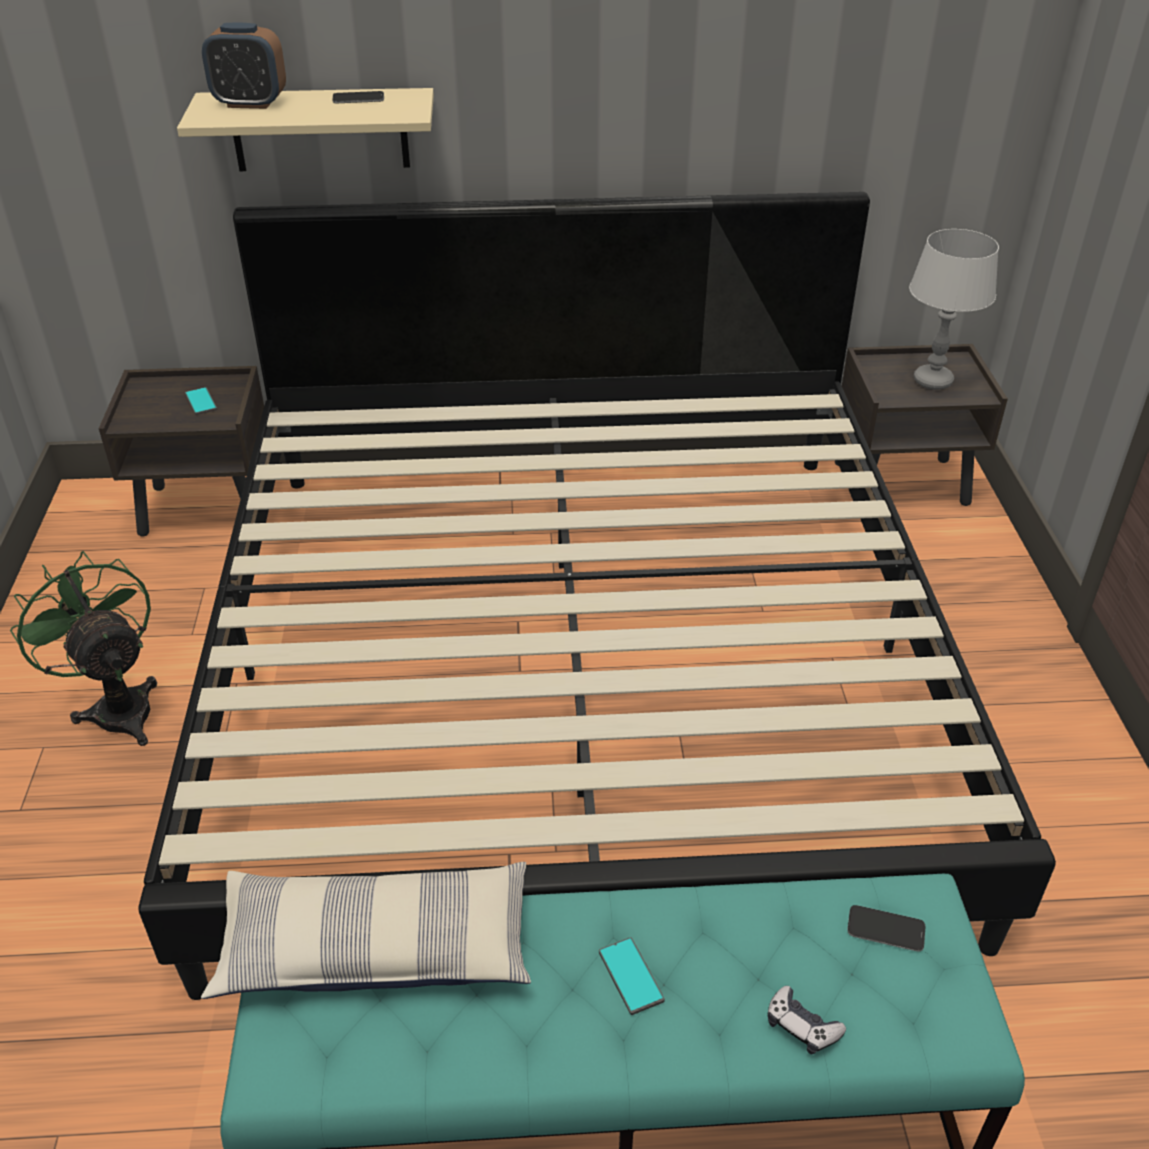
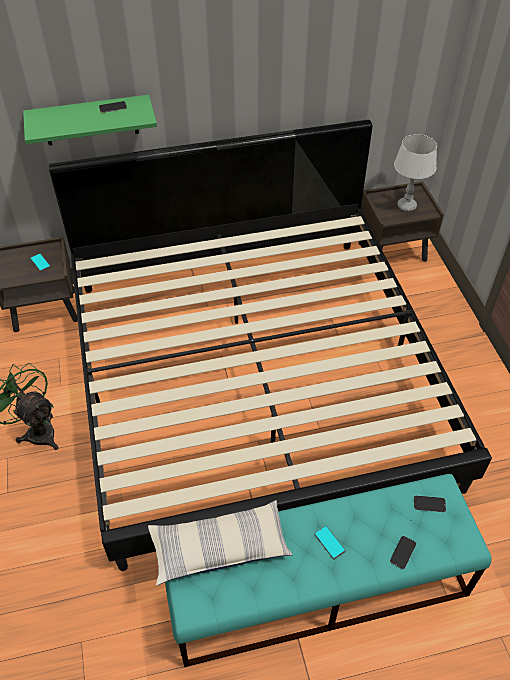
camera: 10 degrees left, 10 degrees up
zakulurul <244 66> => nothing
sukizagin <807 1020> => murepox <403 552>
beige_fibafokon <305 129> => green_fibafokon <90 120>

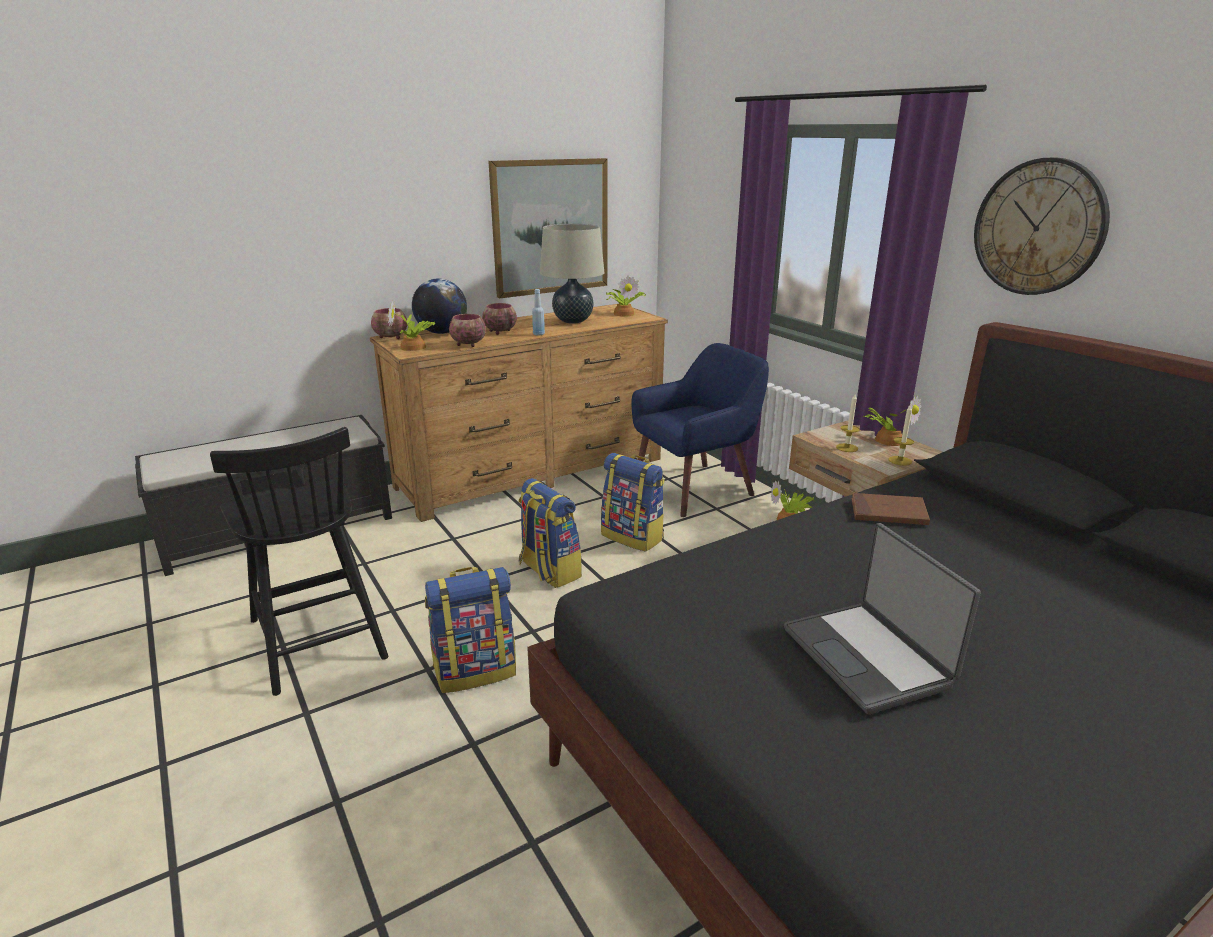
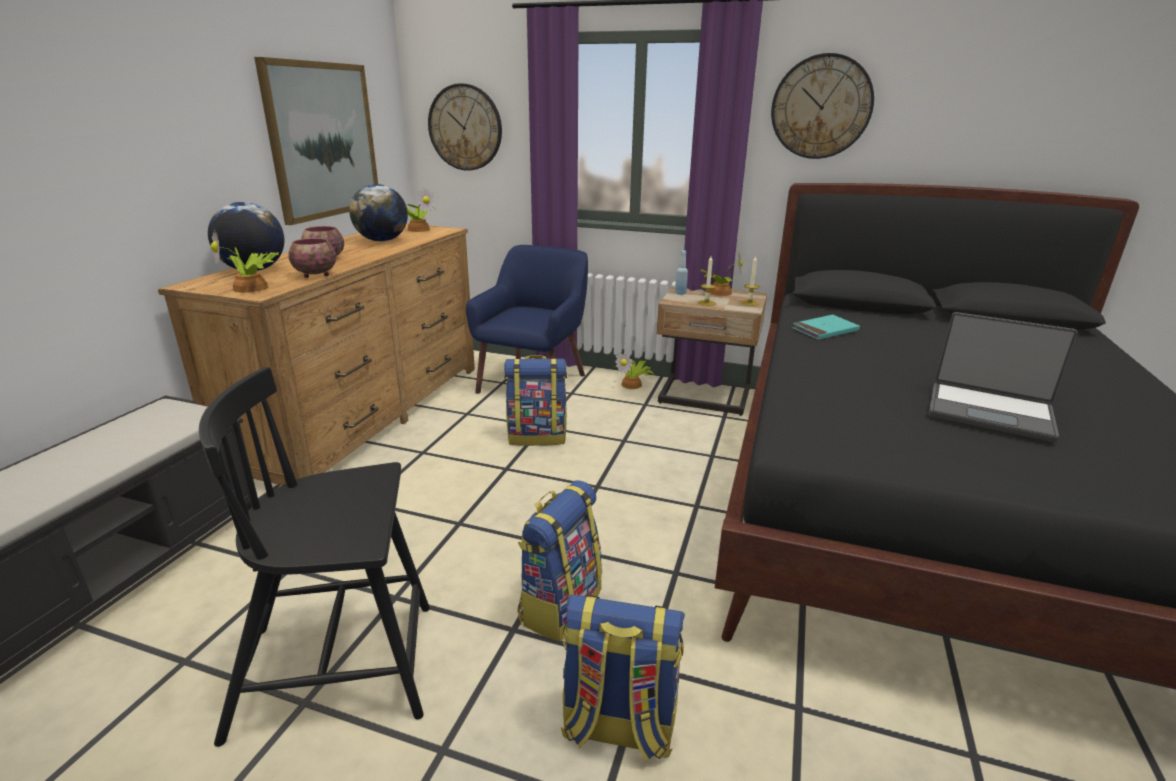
camera: 40 degrees left, 0 degrees up
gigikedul <389 323> => nothing
nothing => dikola <465 127>
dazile <550 533> => dazile <623 678>, move
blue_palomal <538 312> => blue_palomal <681 272>, move
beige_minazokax <572 274> => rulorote <378 213>
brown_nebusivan <891 509> => turquoise_nebusivan <826 327>
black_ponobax <299 561> => black_ponobax <314 557>, 150 degrees clockwise

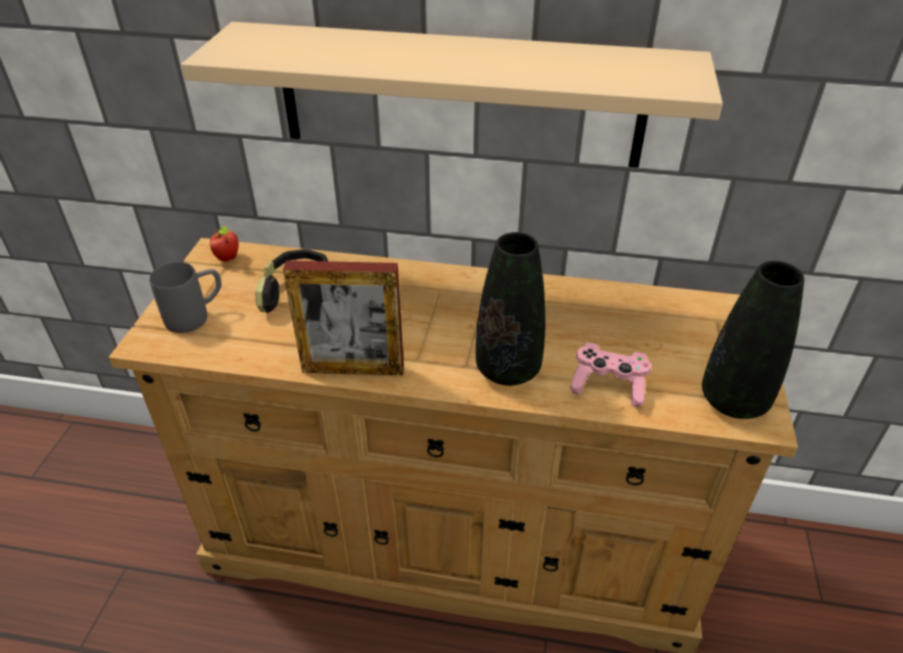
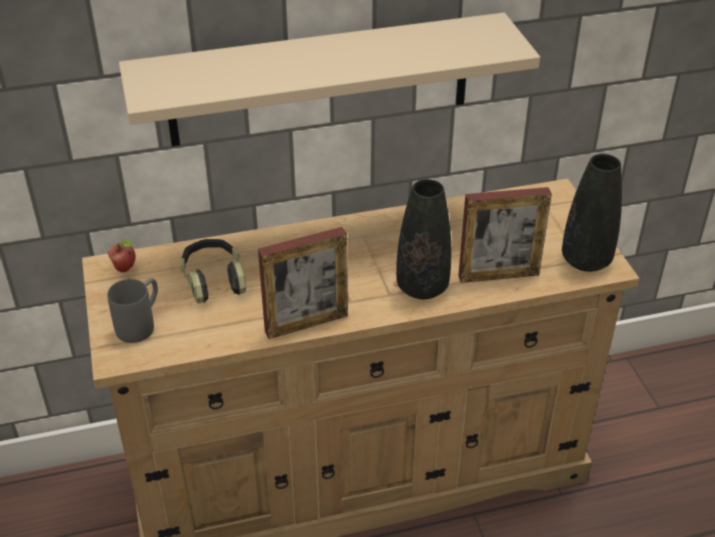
camera: 25 degrees left, 0 degrees up
pink_sukizagin <611 374> => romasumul <505 235>

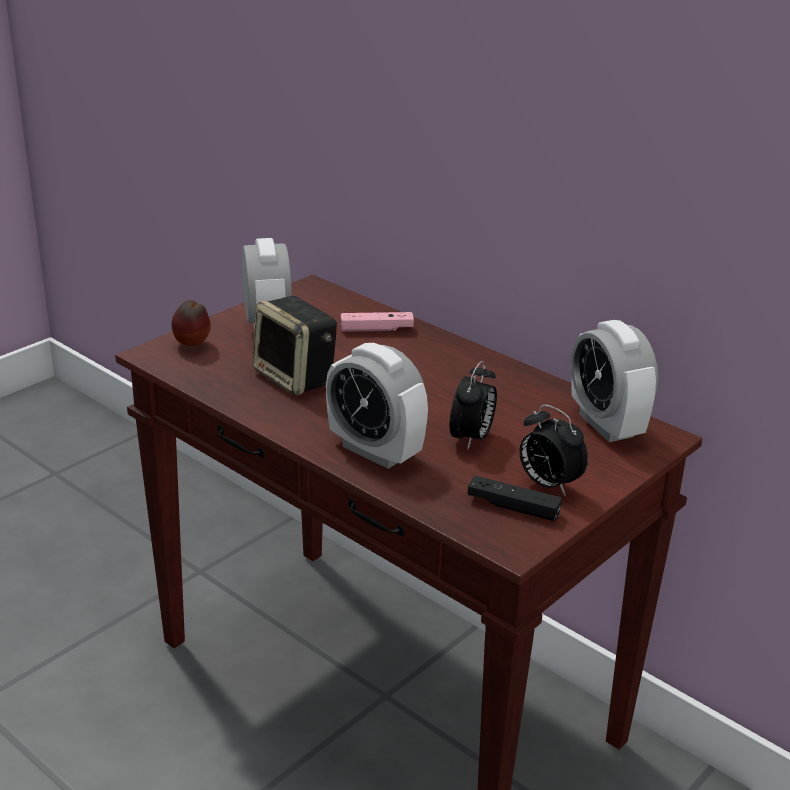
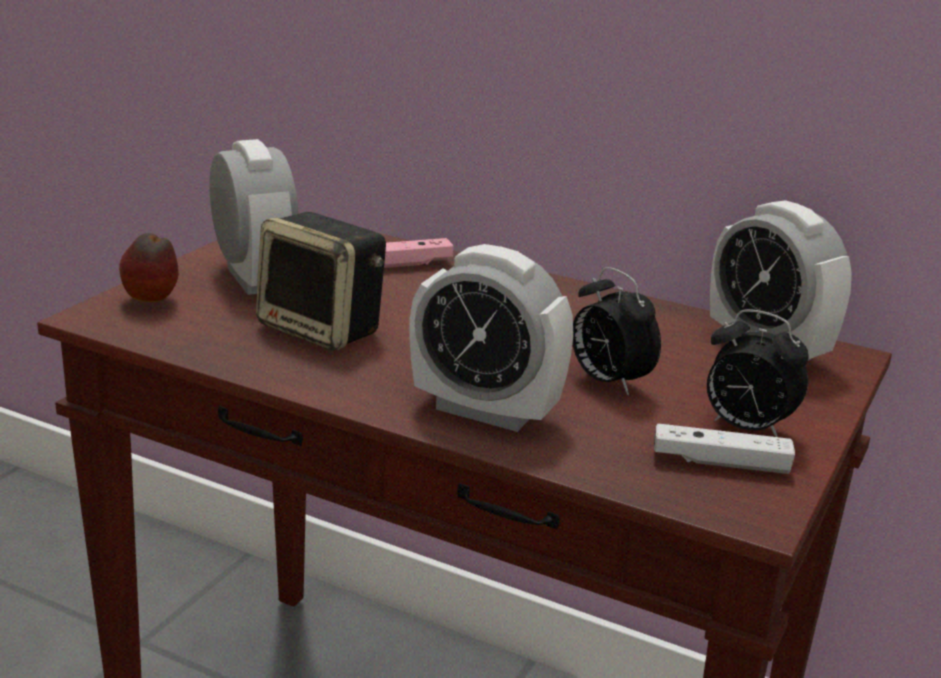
camera: 15 degrees left, 5 degrees down
black_sukizagin <514 498> => white_sukizagin <724 449>
zakulurul <473 405> => zakulurul <617 331>, 135 degrees clockwise

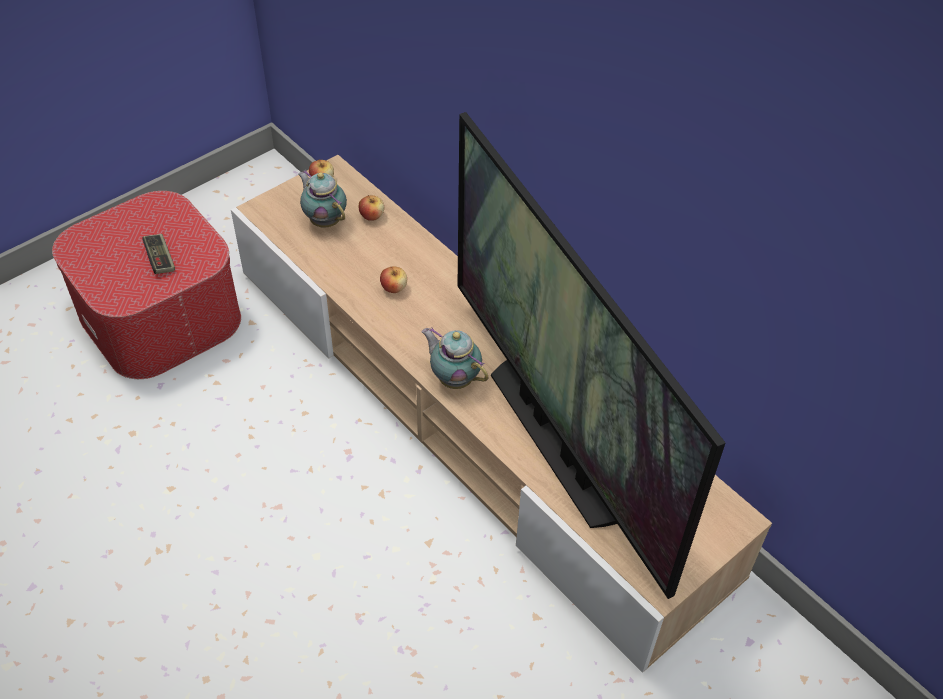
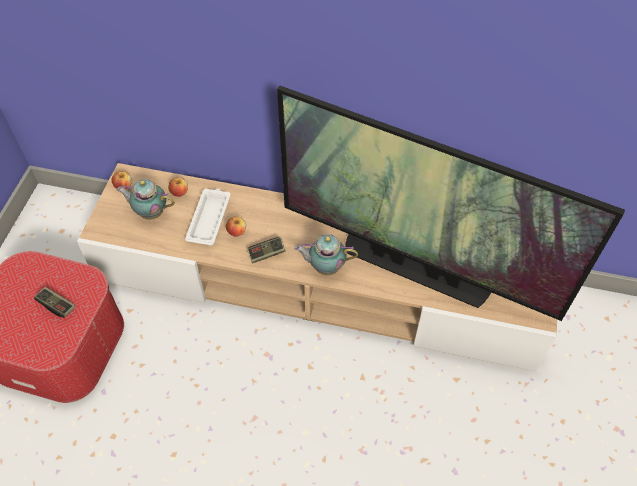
camera: 35 degrees left, 5 degrees up
nothing => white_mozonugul <208 217>
nothing => sukizagin <266 250>

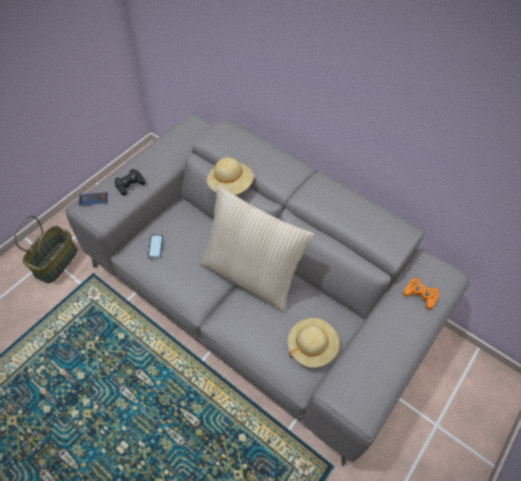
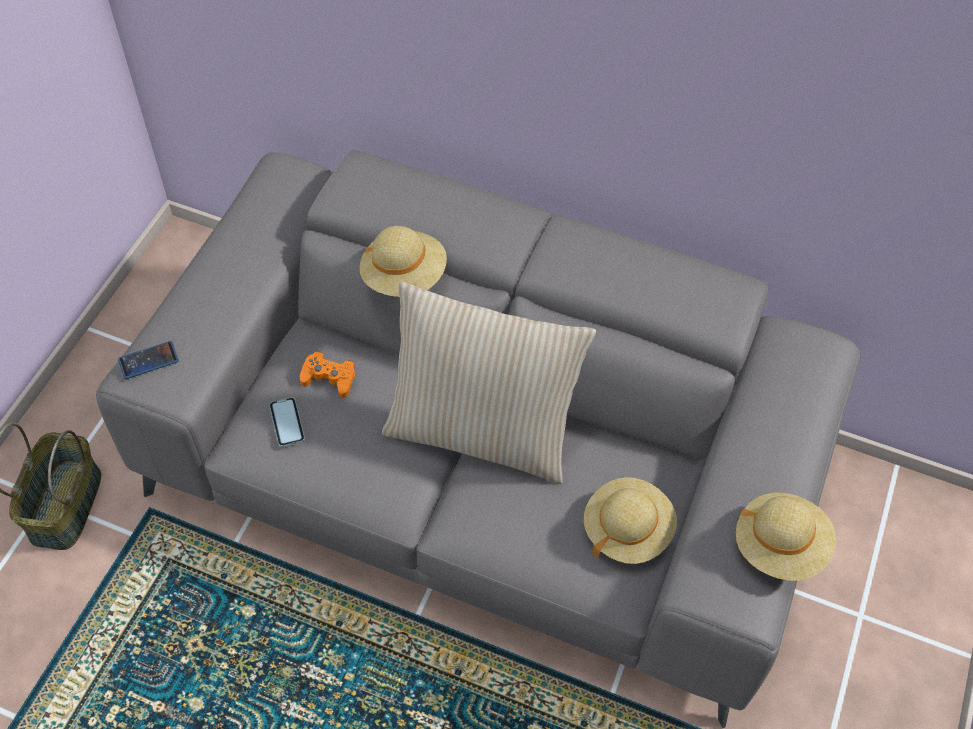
camera: 15 degrees left, 0 degrees up
black_sukizagin <129 182> => nothing
nothing => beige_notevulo <786 537>
orange_sukizagin <421 294> => orange_sukizagin <327 374>, move

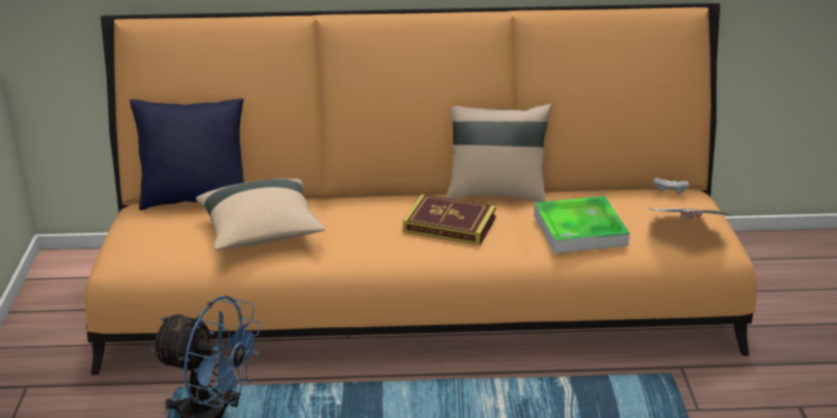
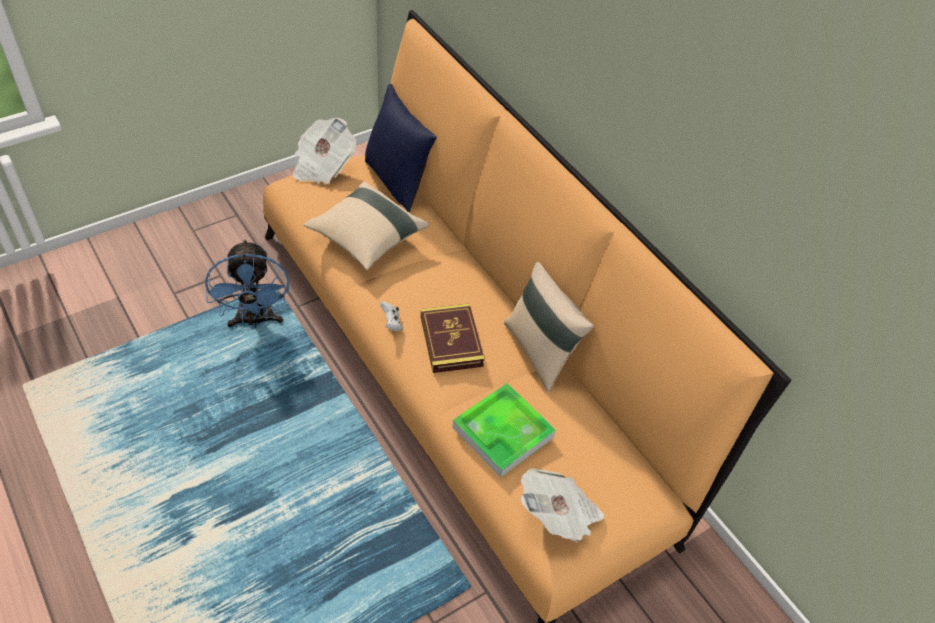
camera: 55 degrees right, 20 degrees up
nothing => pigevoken <324 151>
white_sukizagin <671 186> => white_sukizagin <391 316>, move

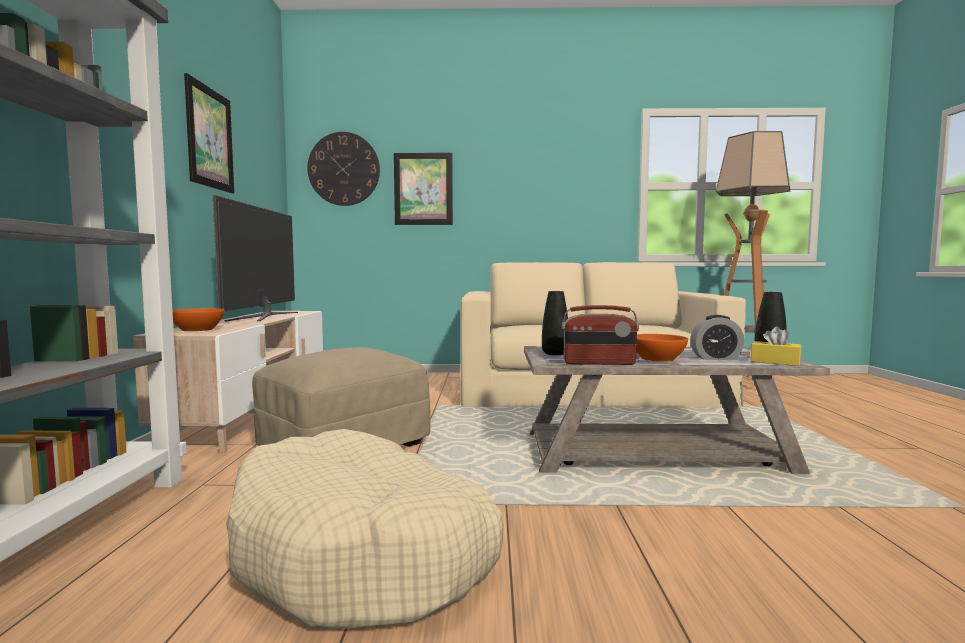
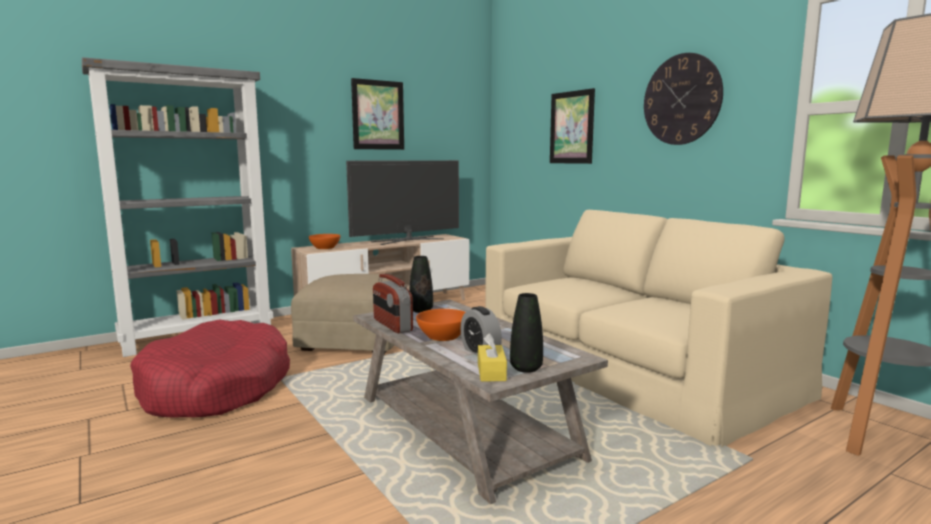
camera: 55 degrees right, 5 degrees up
dikola <343 169> => dikola <683 99>, move
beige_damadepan <364 528> => red_damadepan <210 369>

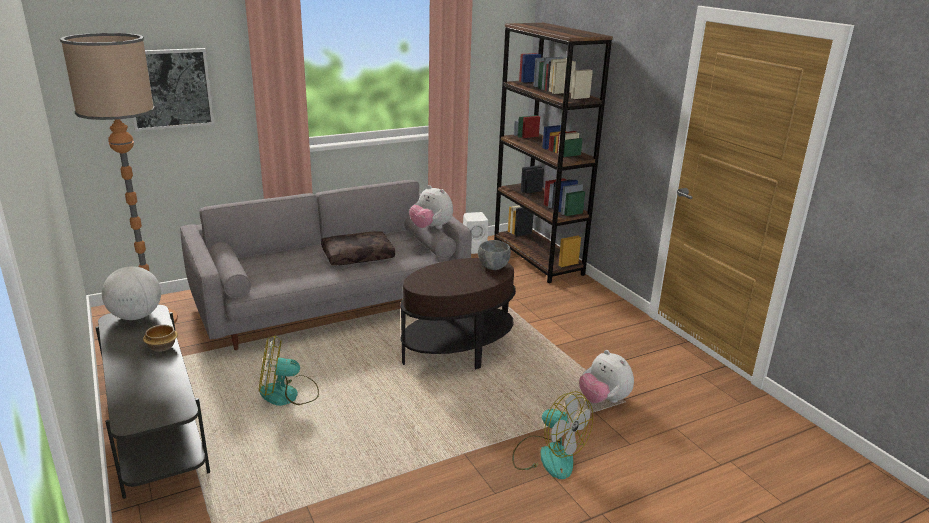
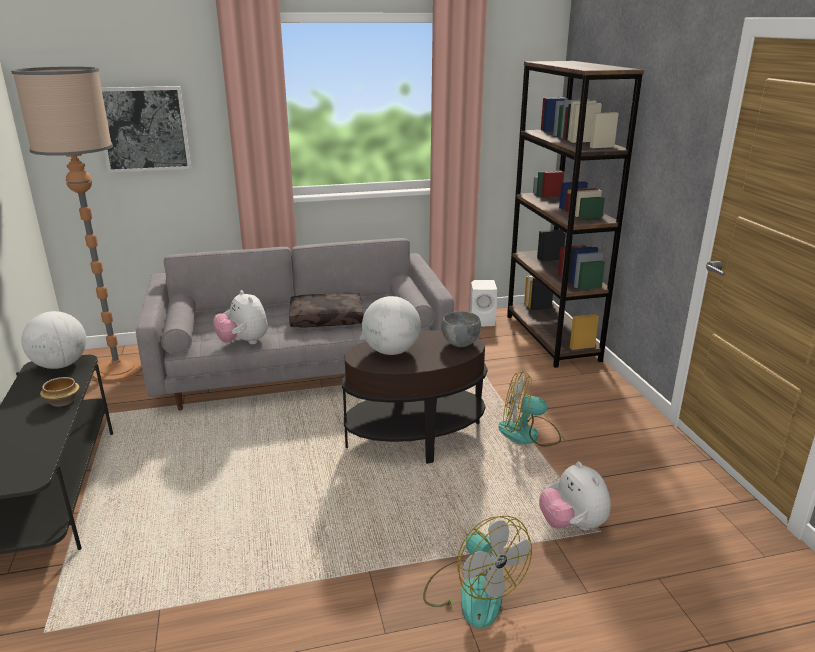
camera: 15 degrees right, 0 degrees up
nothing => rulorote <391 325>
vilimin <289 371> => vilimin <529 409>, move
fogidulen <431 207> => fogidulen <240 317>, move

